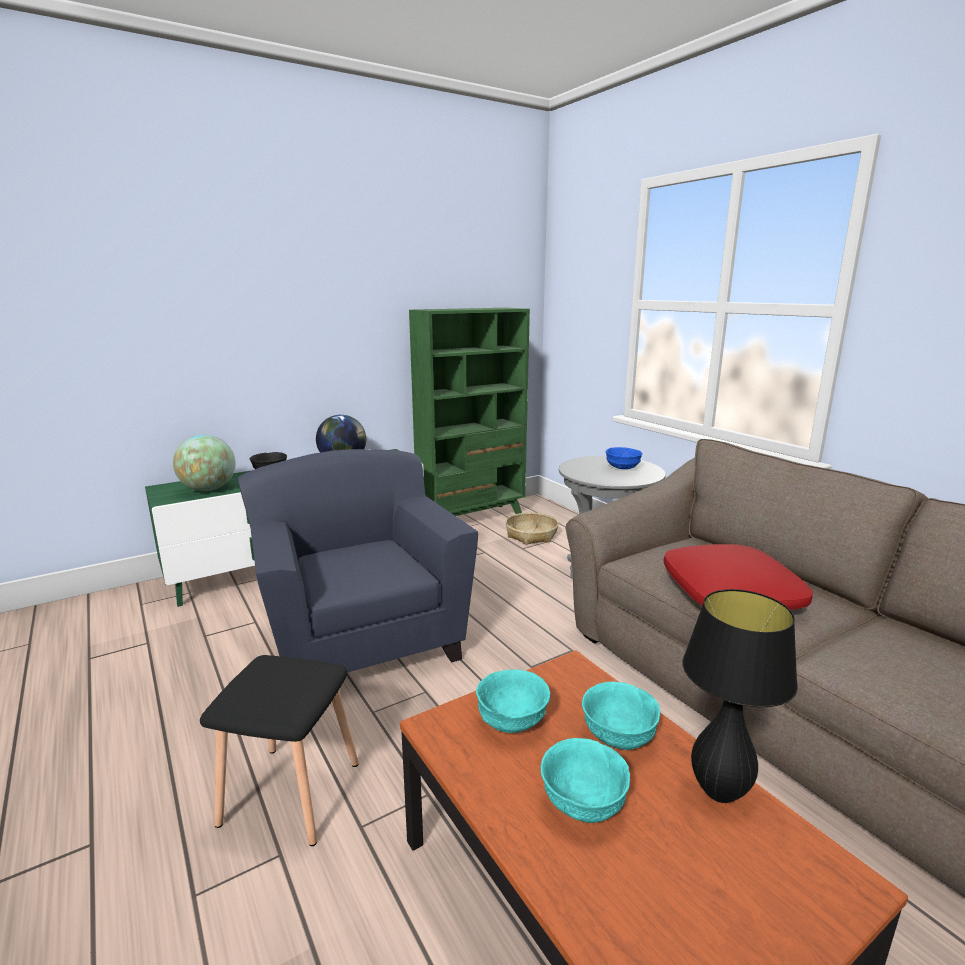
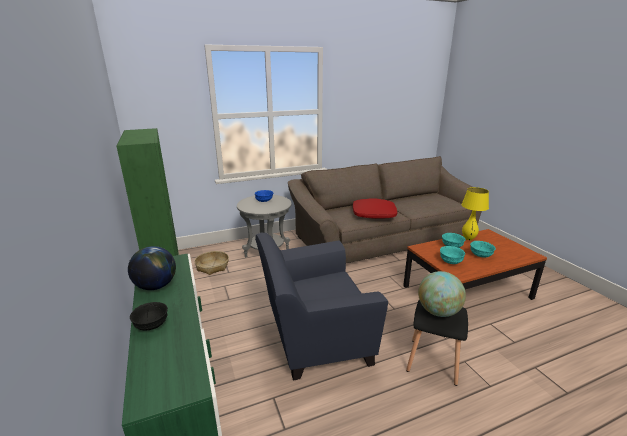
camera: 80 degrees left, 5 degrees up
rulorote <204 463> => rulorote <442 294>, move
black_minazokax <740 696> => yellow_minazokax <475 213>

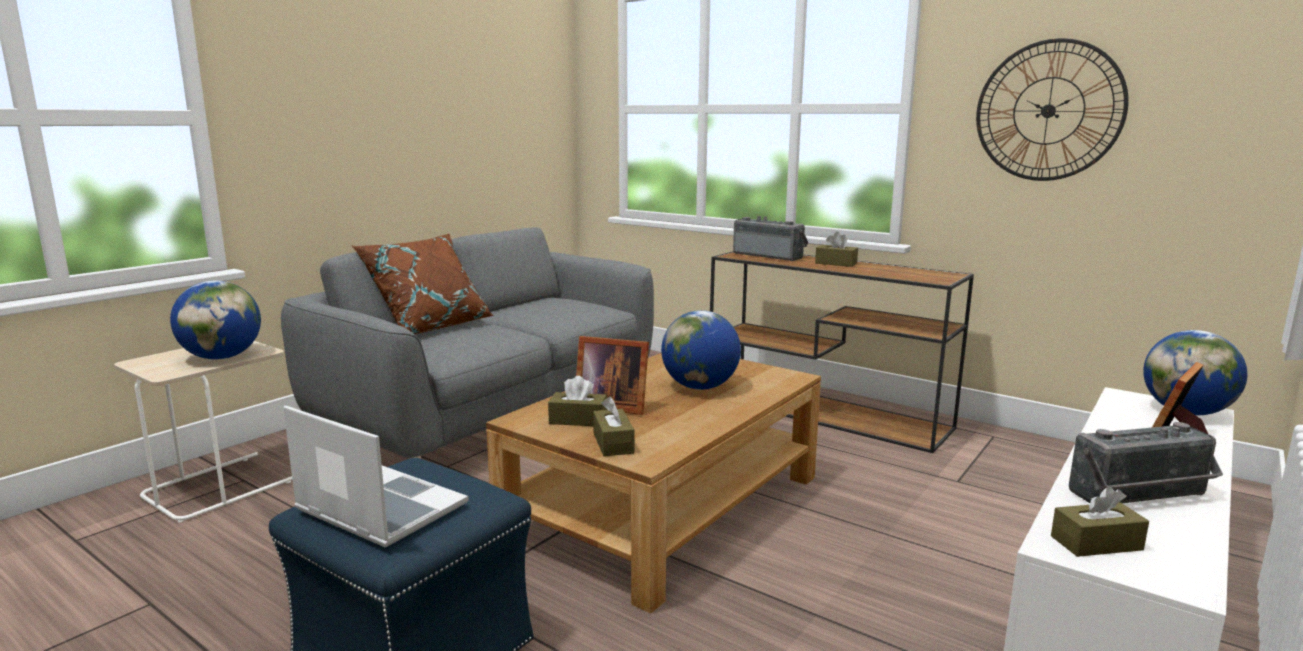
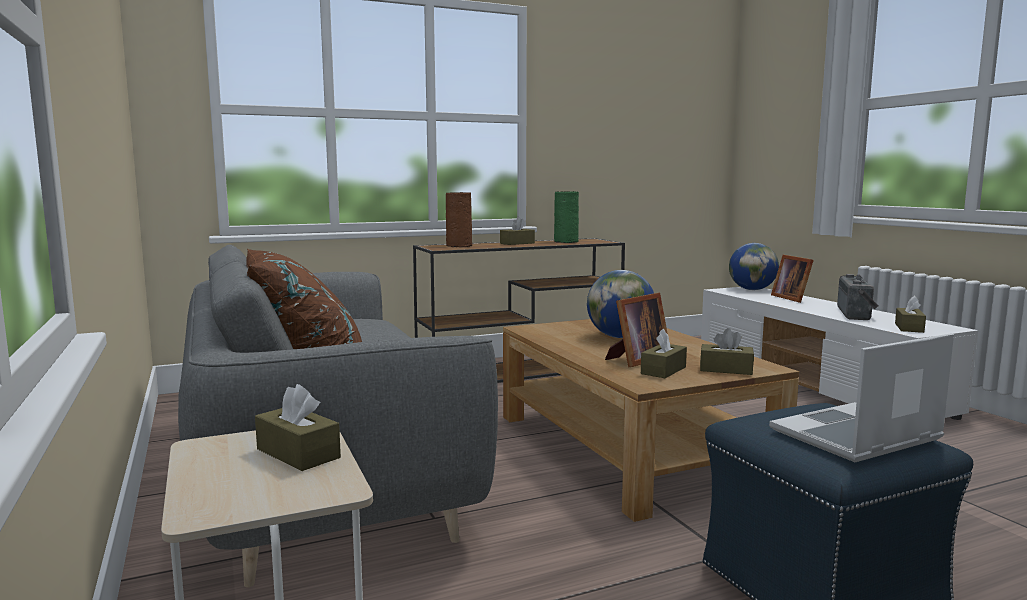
camera: 60 degrees left, 5 degrees down
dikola <1052 109> => nothing
nothing => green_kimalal <566 217>
rulorote <215 320> => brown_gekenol <298 427>
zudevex <770 238> => brown_kimalal <459 219>

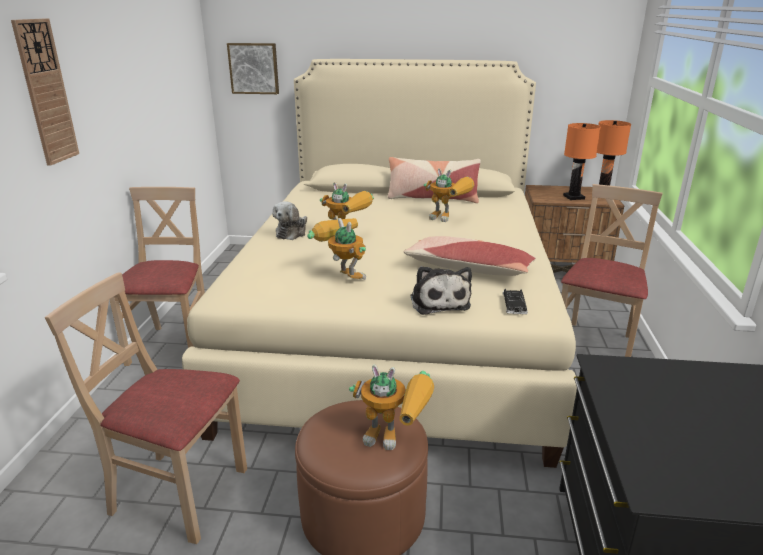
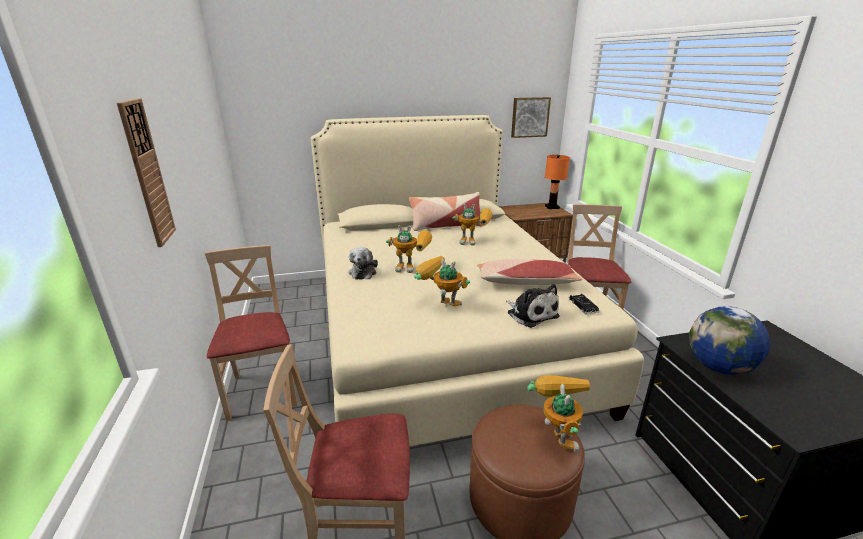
camera: 20 degrees left, 0 degrees up
orange_minazokax <582 161> => nothing
nothing => rulorote <729 340>
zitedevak <253 68> => zitedevak <531 117>, move
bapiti <391 407> => bapiti <558 414>, 90 degrees counterclockwise

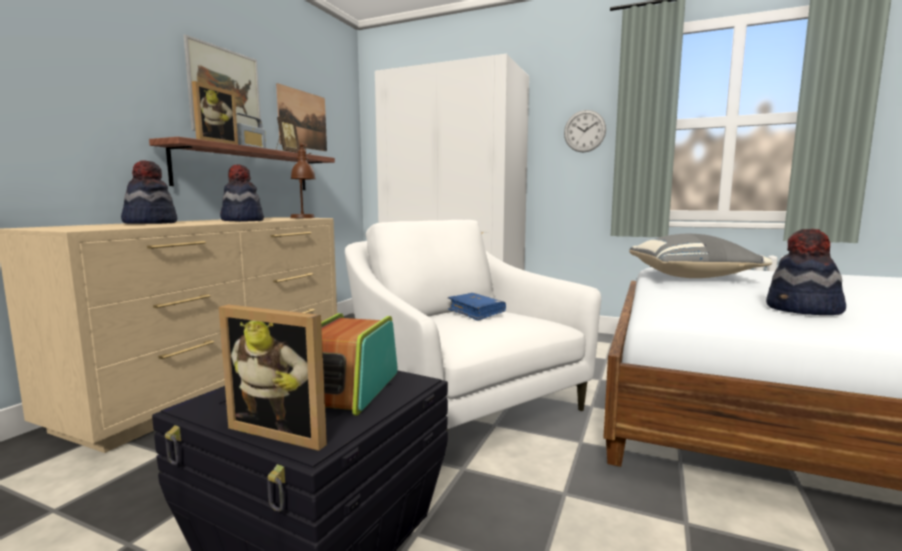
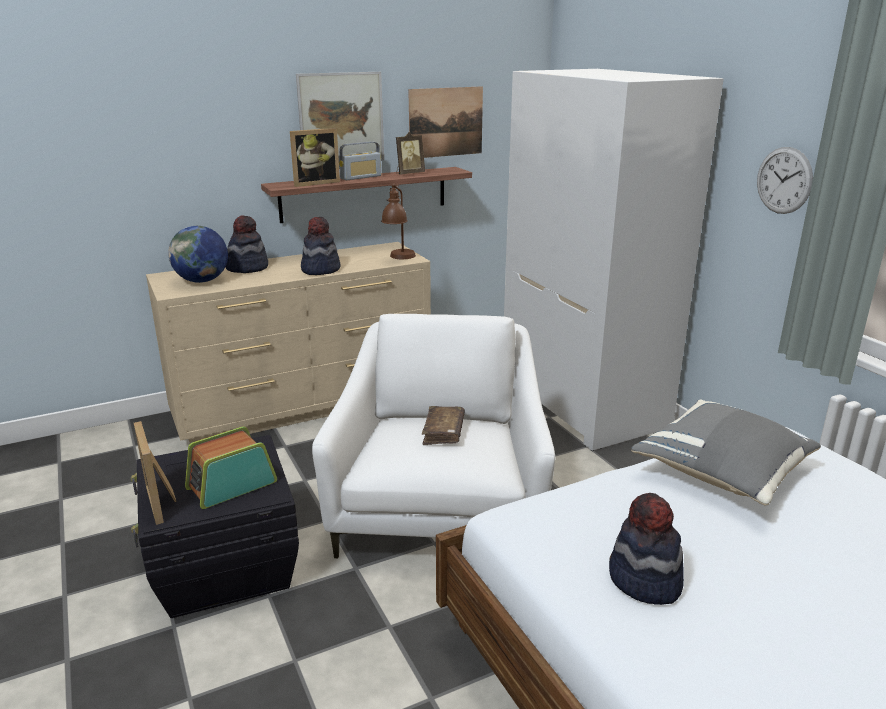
camera: 40 degrees right, 15 degrees up
nothing => rulorote <198 254>
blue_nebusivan <477 307> => brown_nebusivan <443 425>

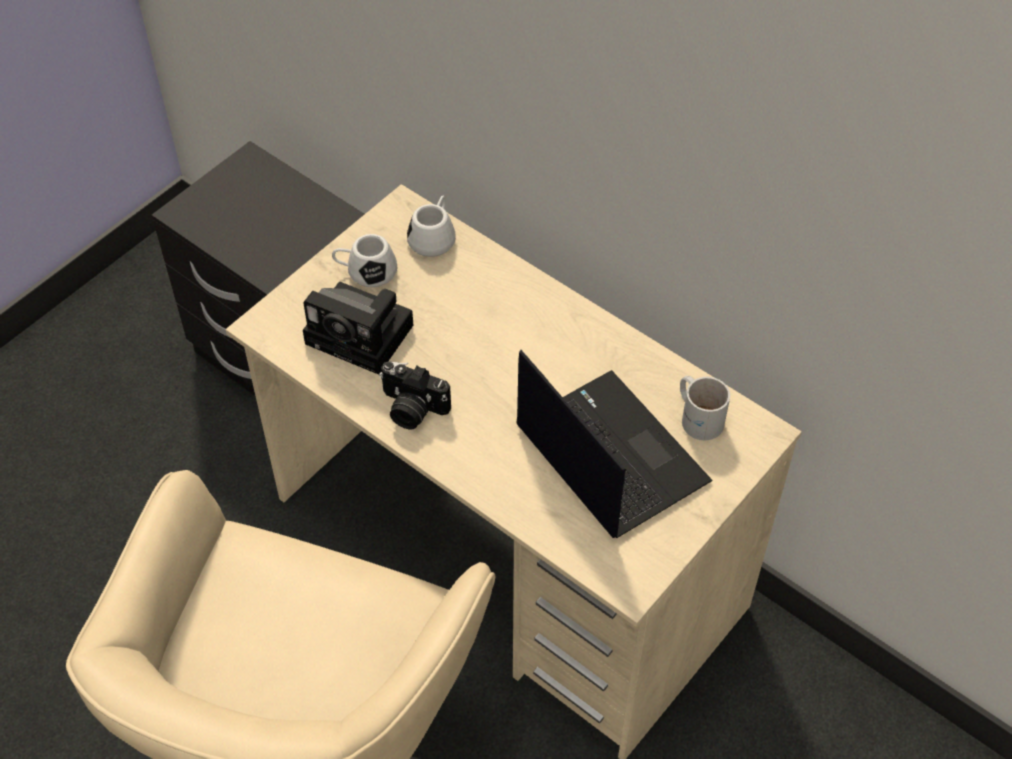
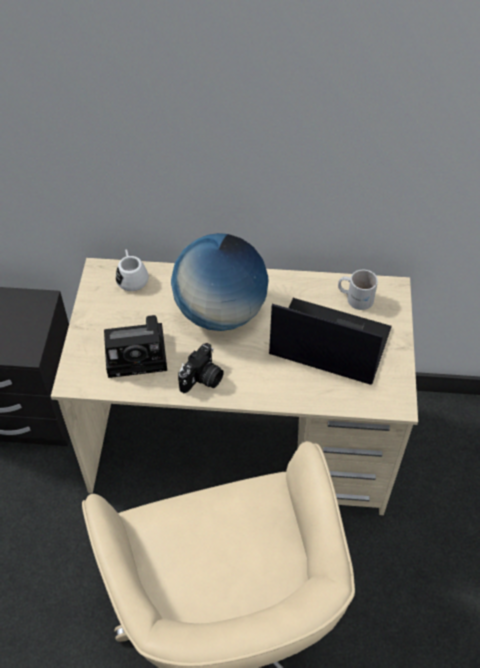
camera: 35 degrees left, 0 degrees up
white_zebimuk <365 260> => nothing
nothing => rulorote <220 282>
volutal <415 395> => volutal <201 368>, 45 degrees counterclockwise

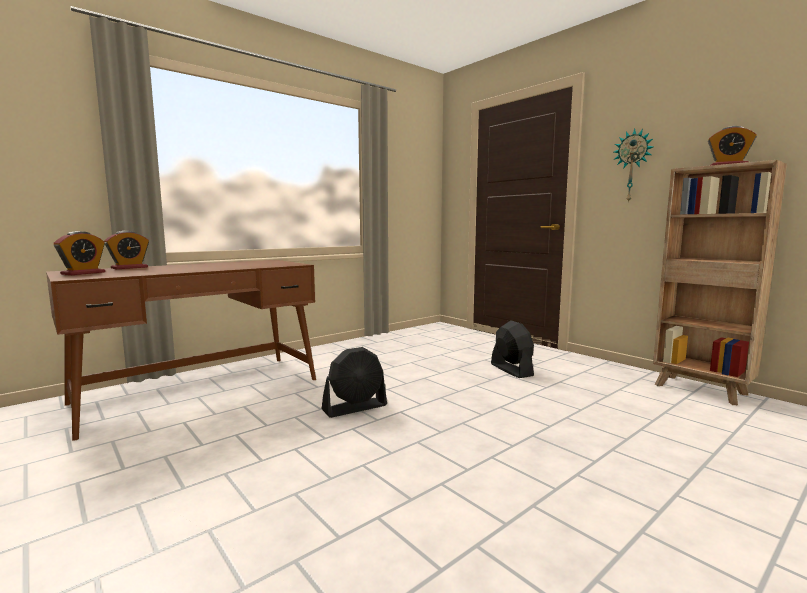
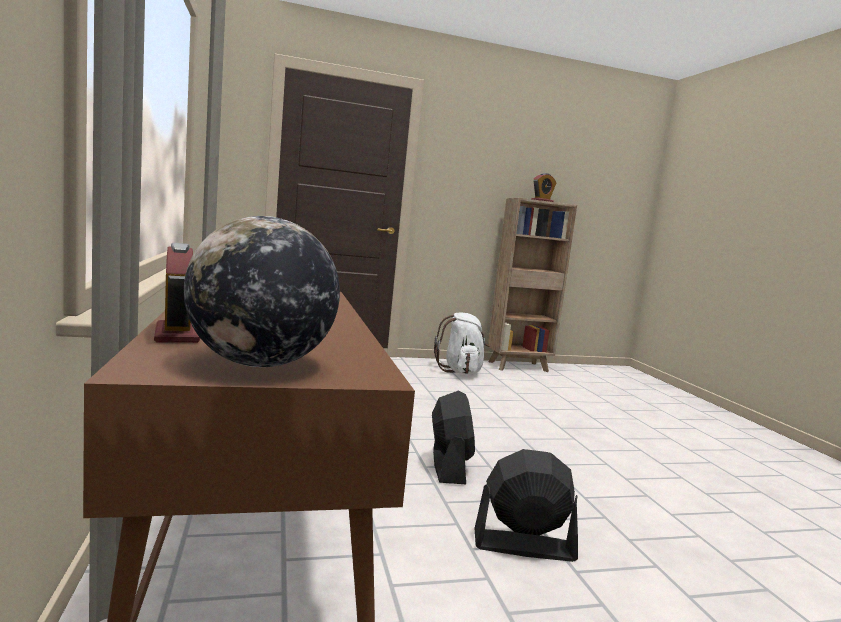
camera: 65 degrees left, 0 degrees up
dikola <633 166> => nothing
nothing => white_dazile <461 343>
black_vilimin <512 349> => black_vilimin <526 505>, move
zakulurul <79 253> => rulorote <262 291>

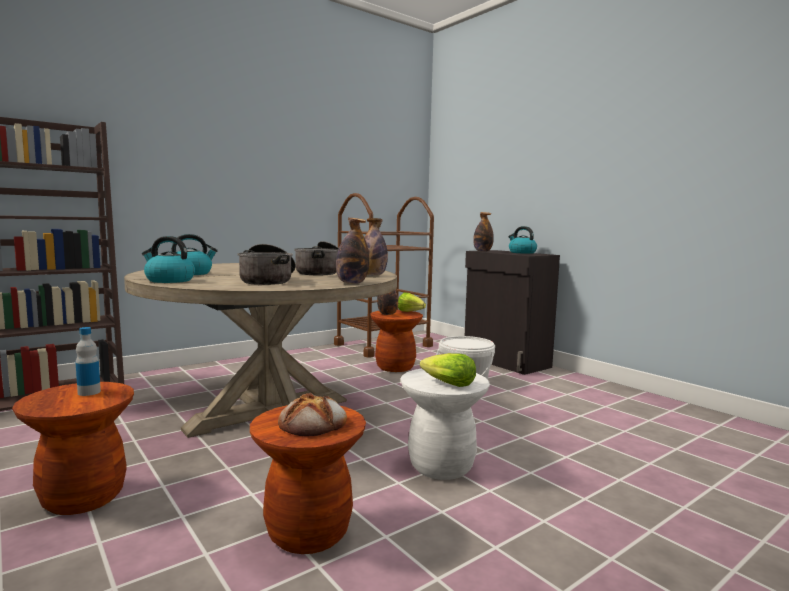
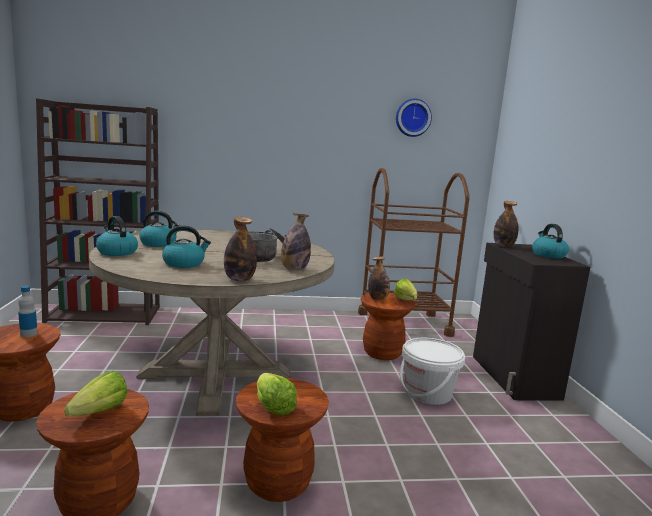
camera: 30 degrees right, 5 degrees up
nothing => dikola <414 118>
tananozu <267 264> => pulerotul <186 246>
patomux <312 414> => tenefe <95 394>
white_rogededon <445 424> => brown_rogededon <282 440>

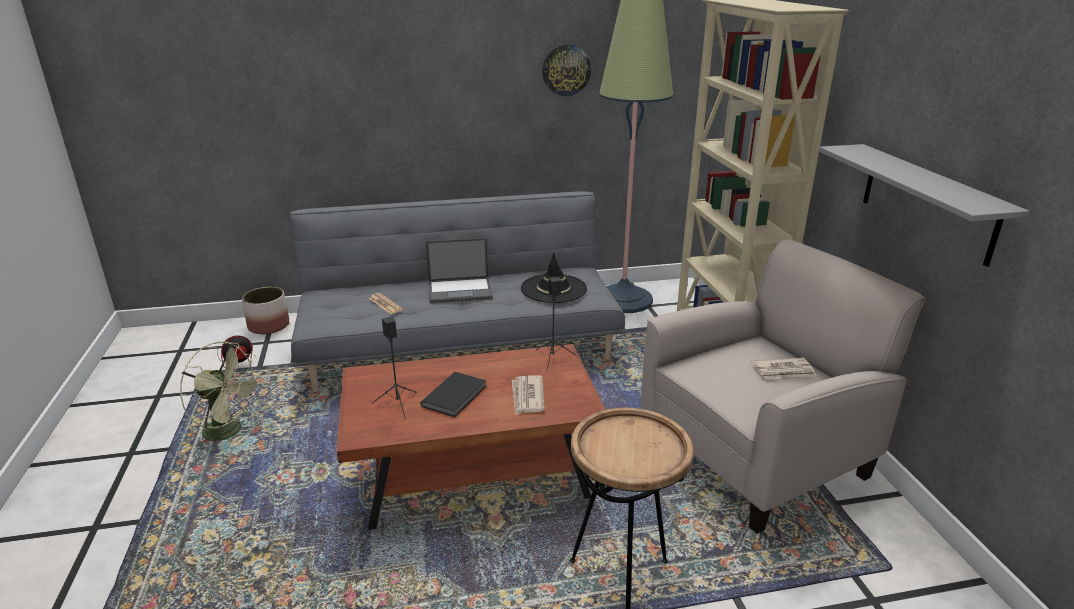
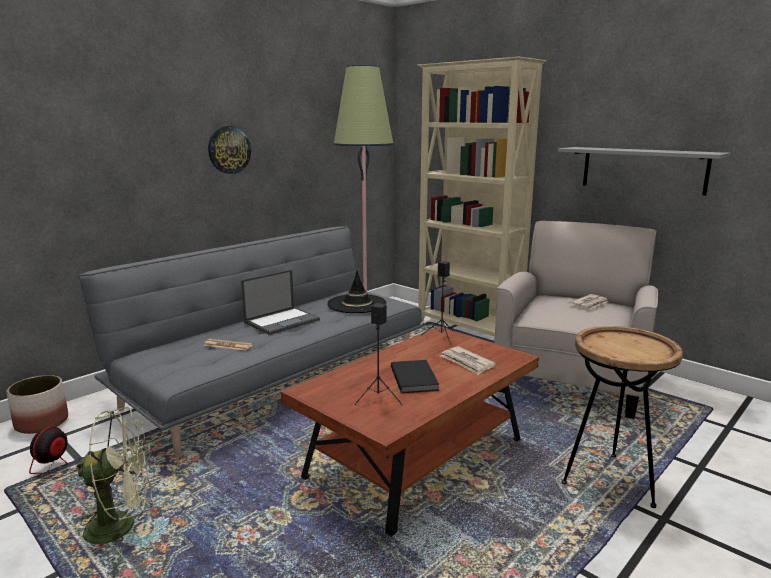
camera: 35 degrees left, 10 degrees down
dikola <566 70> => dikola <229 150>, move

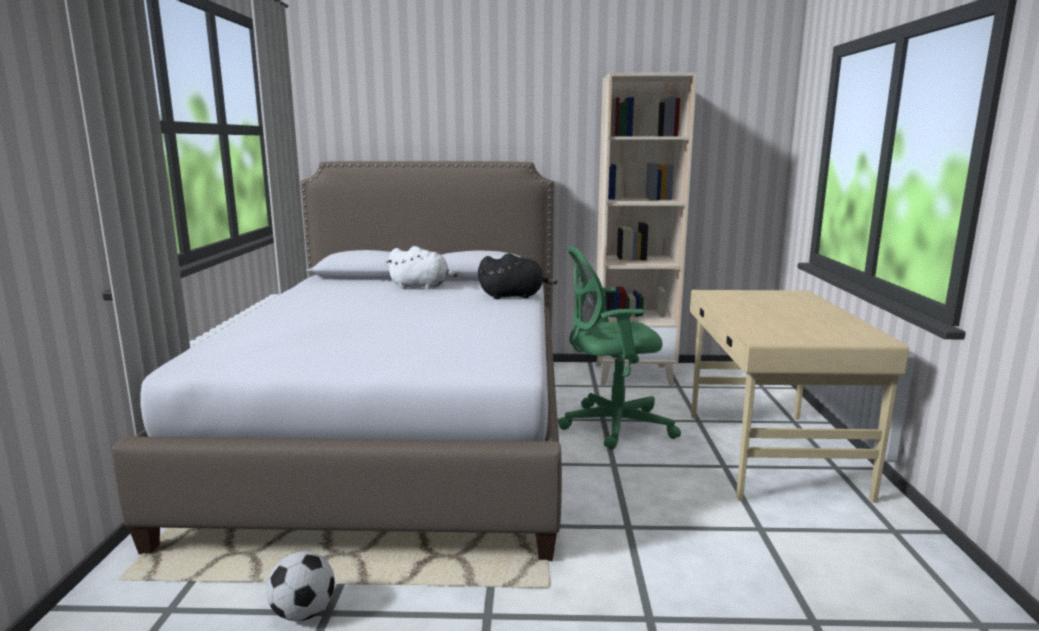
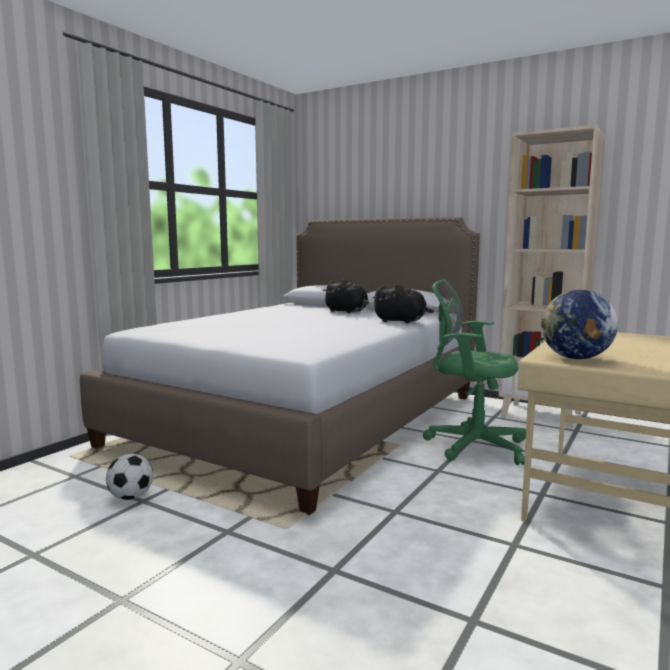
camera: 30 degrees right, 5 degrees down
nothing => rulorote <579 324>
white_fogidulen <422 267> => black_fogidulen <346 296>

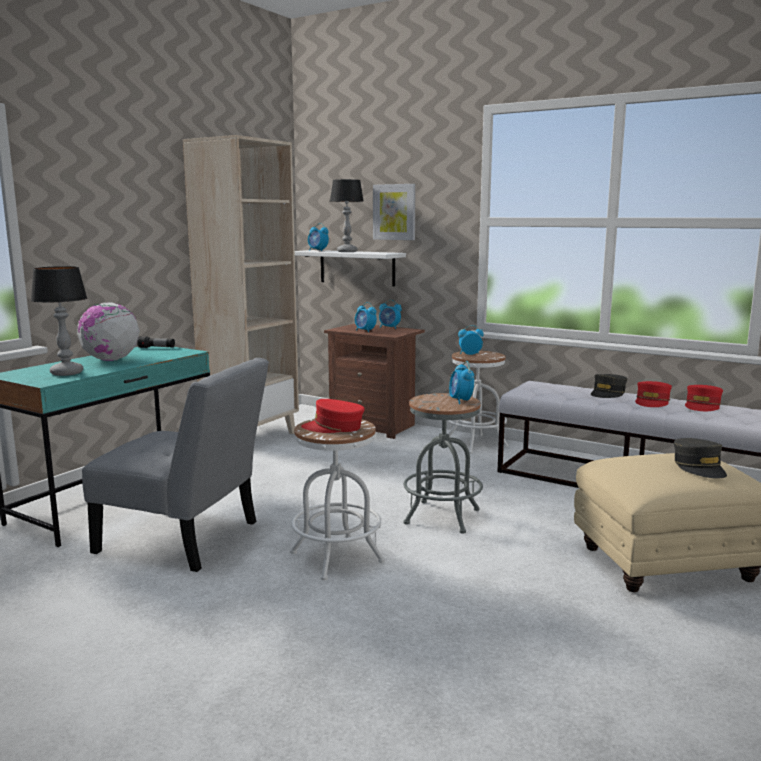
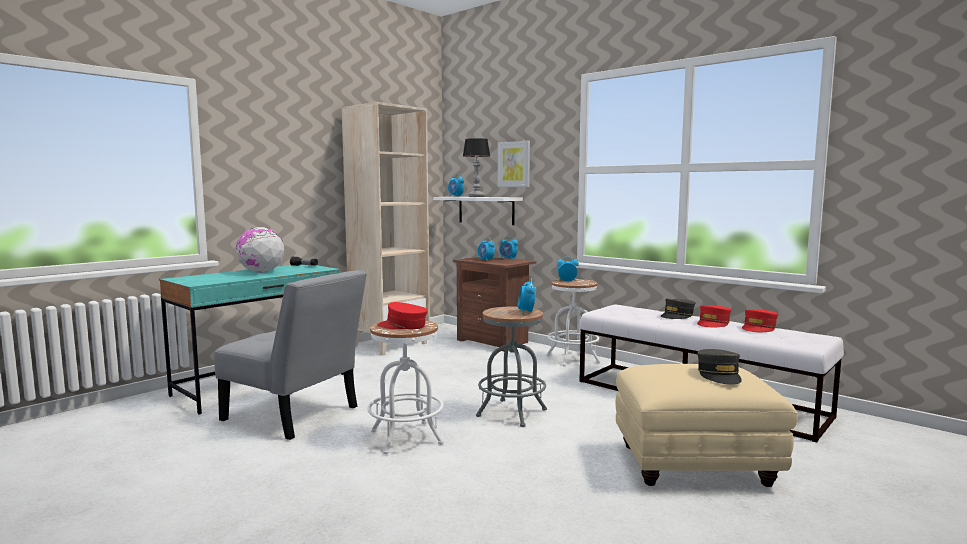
camera: 10 degrees right, 5 degrees down
minazokax <59 321> => nothing

